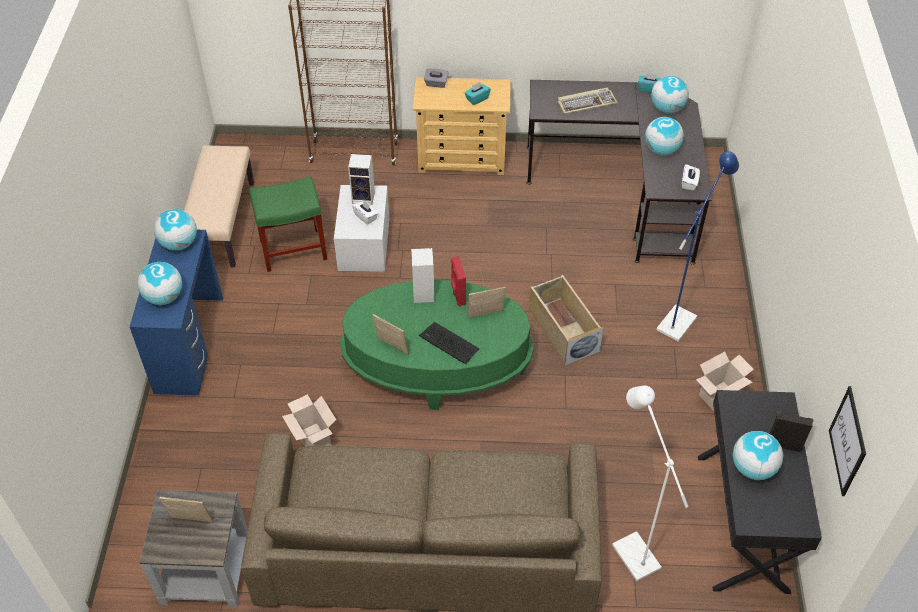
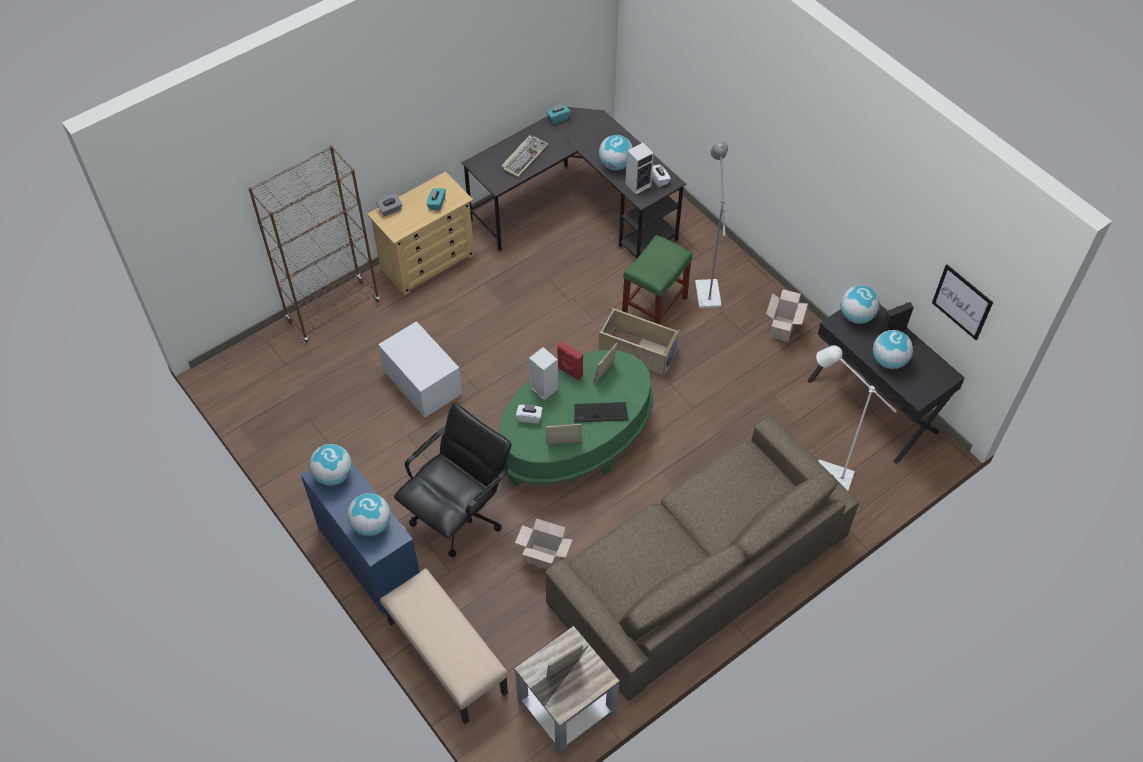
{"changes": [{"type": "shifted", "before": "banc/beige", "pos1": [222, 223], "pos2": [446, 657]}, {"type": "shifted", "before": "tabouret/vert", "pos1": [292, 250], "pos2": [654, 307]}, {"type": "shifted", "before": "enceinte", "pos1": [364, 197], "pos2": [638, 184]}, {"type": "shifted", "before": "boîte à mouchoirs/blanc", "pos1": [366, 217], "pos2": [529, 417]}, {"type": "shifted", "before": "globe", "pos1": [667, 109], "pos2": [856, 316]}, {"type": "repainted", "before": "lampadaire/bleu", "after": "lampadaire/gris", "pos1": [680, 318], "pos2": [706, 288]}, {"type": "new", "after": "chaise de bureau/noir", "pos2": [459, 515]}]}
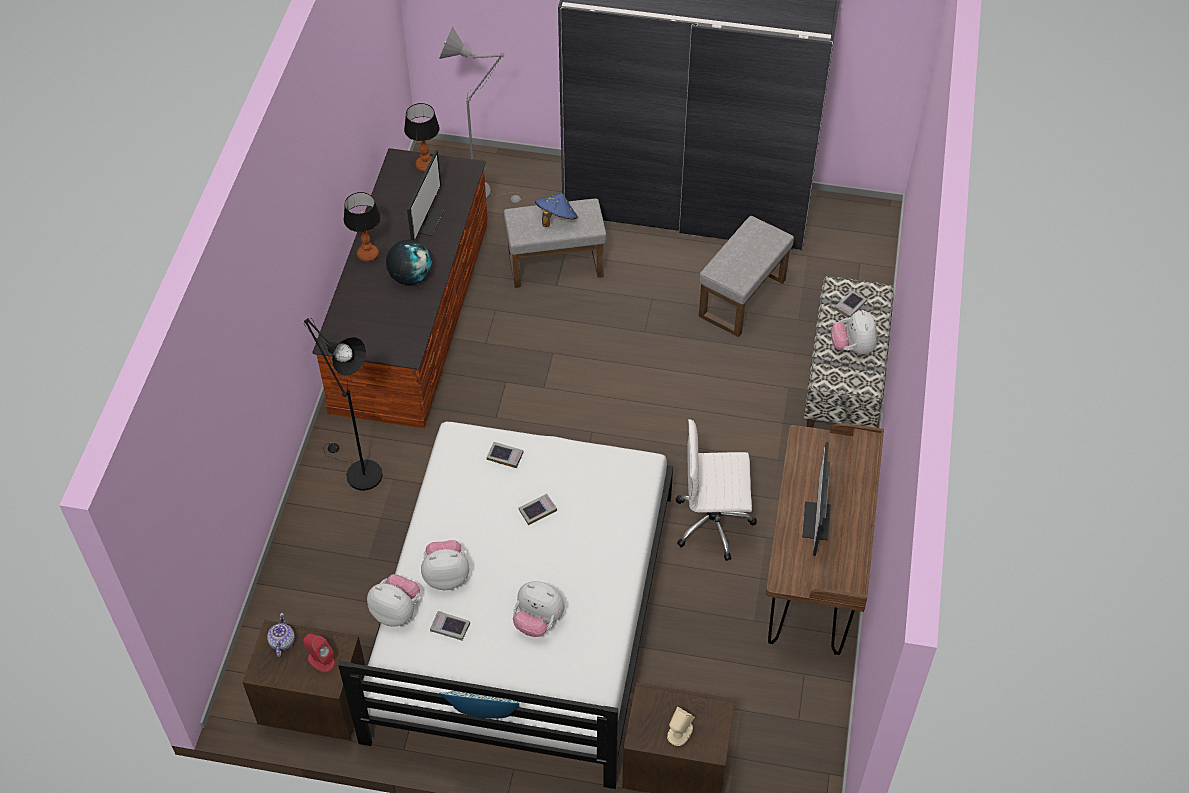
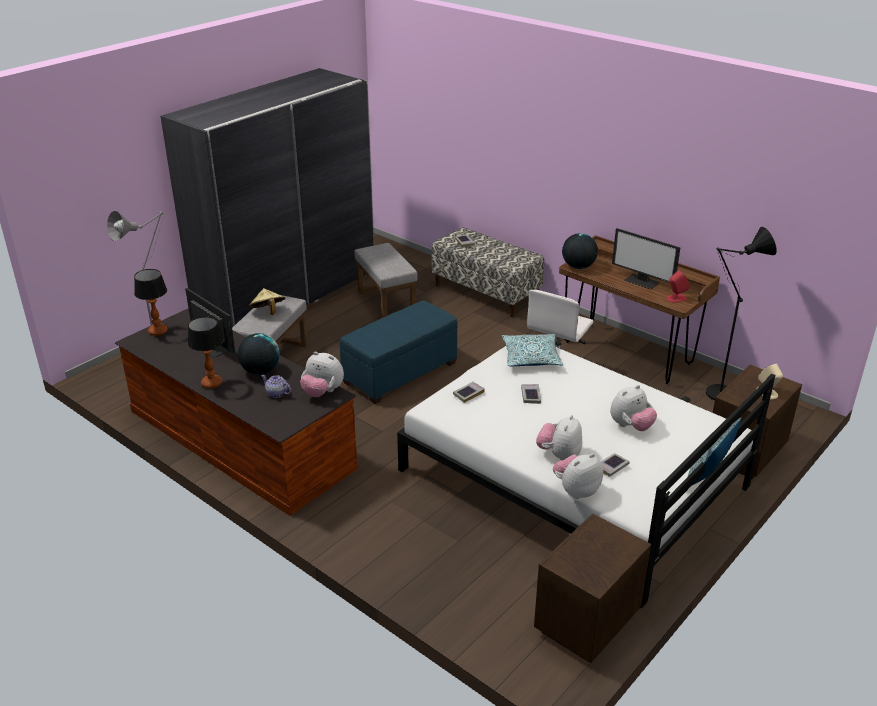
{"changes": [{"type": "shifted", "before": "théière", "pos1": [282, 642], "pos2": [277, 393]}, {"type": "shifted", "before": "lampadaire/noir", "pos1": [358, 472], "pos2": [715, 395]}, {"type": "shifted", "before": "enceinte/rouge", "pos1": [321, 660], "pos2": [676, 298]}, {"type": "repainted", "before": "chapeau/bleu", "after": "chapeau/beige", "pos1": [556, 219], "pos2": [268, 312]}, {"type": "shifted", "before": "peluche", "pos1": [852, 347], "pos2": [322, 392]}, {"type": "new", "after": "pouf/bleu", "pos2": [400, 373]}, {"type": "new", "after": "coussin", "pos2": [531, 357]}, {"type": "new", "after": "globe", "pos2": [578, 266]}]}
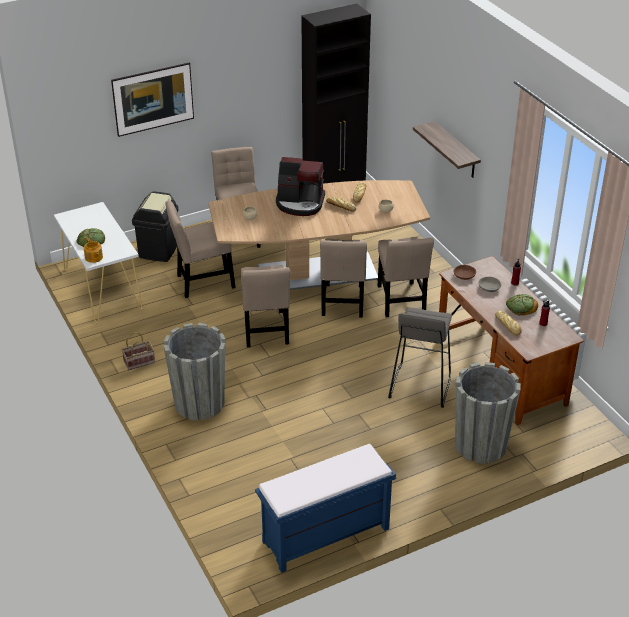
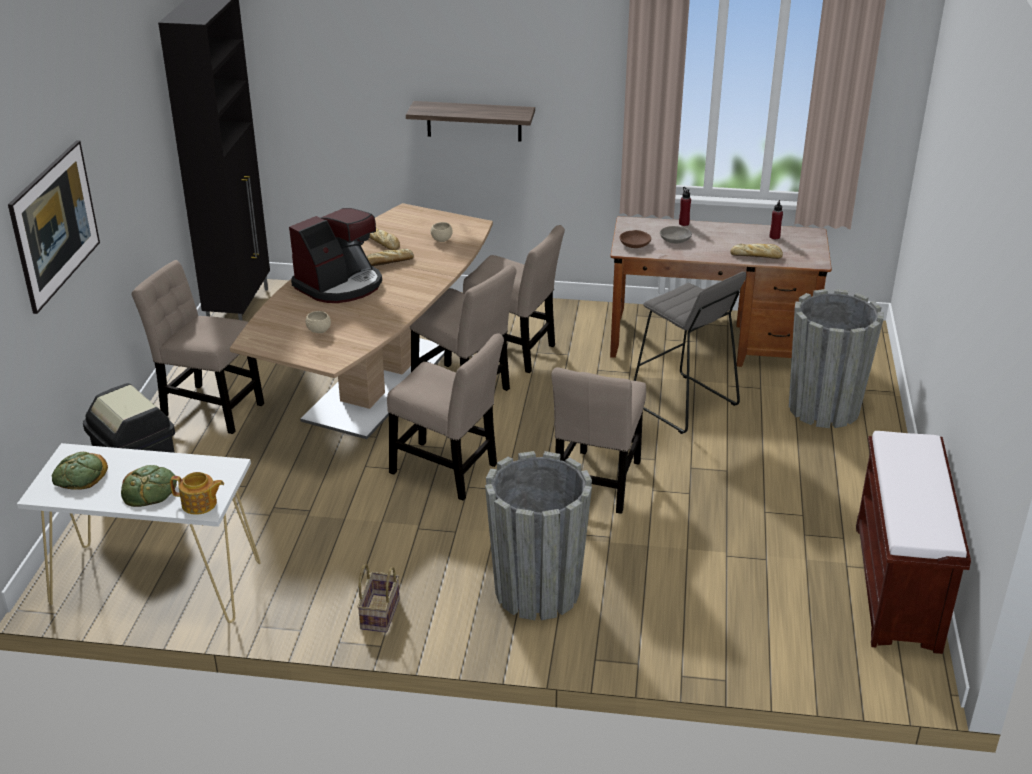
{"changes": [{"type": "shifted", "before": "chaise/beige", "pos1": [202, 282], "pos2": [597, 484]}, {"type": "repainted", "before": "banc/bleu", "after": "banc/marron", "pos1": [325, 536], "pos2": [898, 587]}, {"type": "shifted", "before": "pain", "pos1": [521, 307], "pos2": [80, 475]}]}
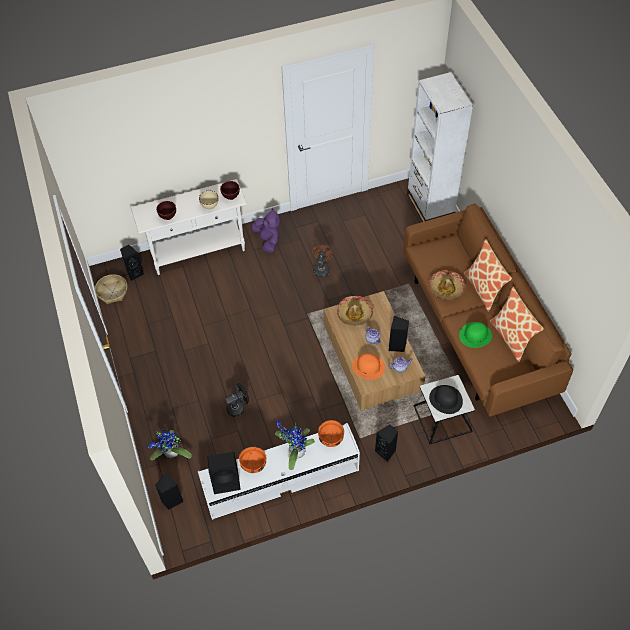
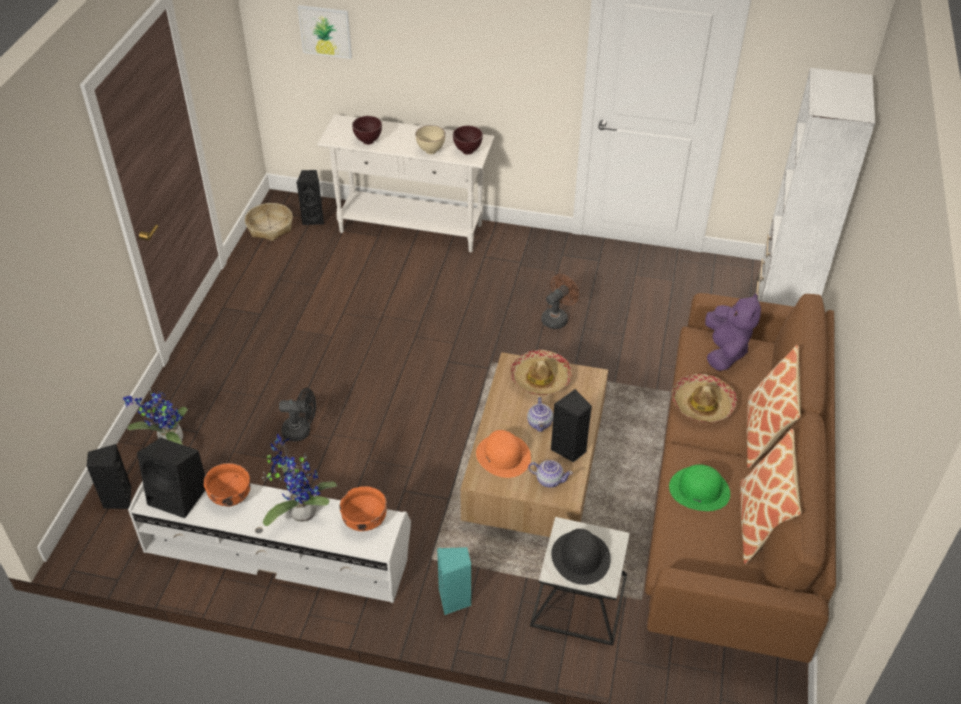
{"changes": [{"type": "shifted", "before": "peluche/violet", "pos1": [268, 240], "pos2": [725, 351]}, {"type": "repainted", "before": "enceinte/noir", "after": "enceinte/turquoise", "pos1": [386, 452], "pos2": [455, 600]}, {"type": "new", "after": "tableau", "pos2": [325, 31]}]}
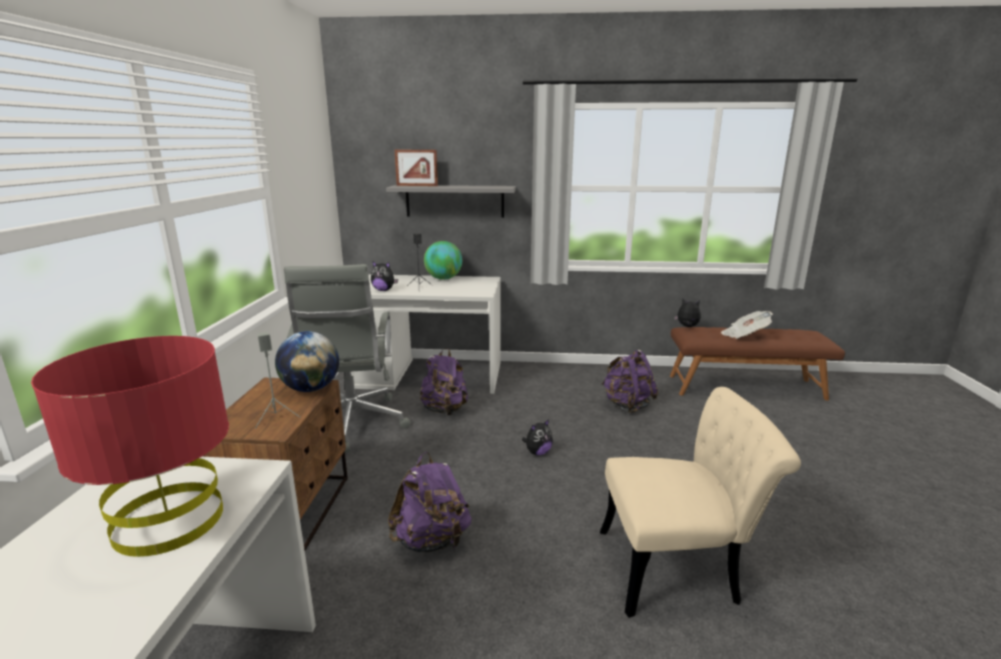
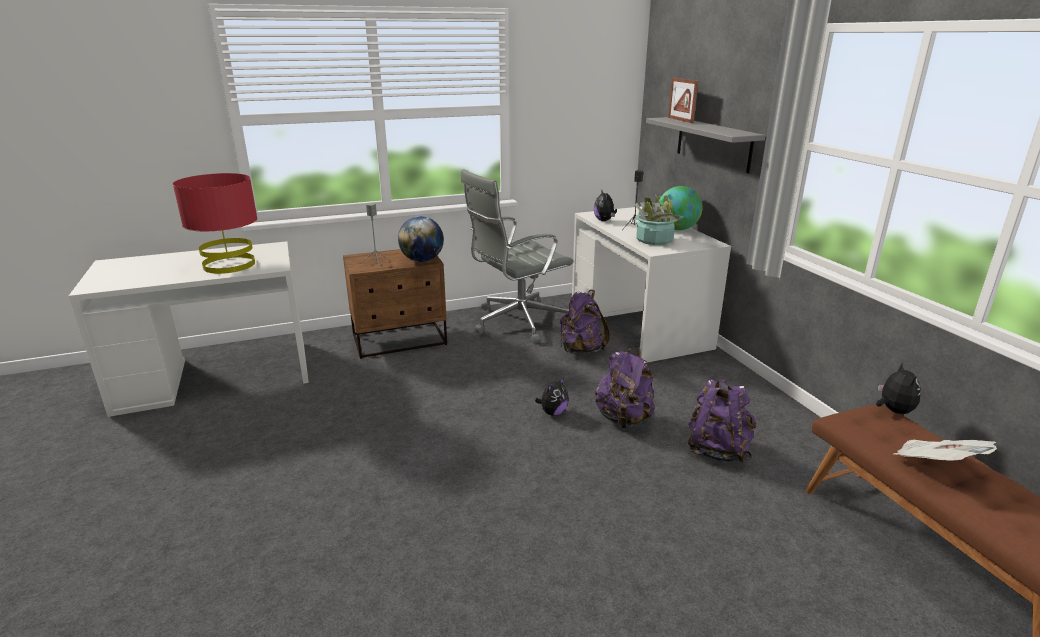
{"changes": [{"type": "shifted", "before": "sac à dos/violet", "pos1": [432, 540], "pos2": [624, 419]}, {"type": "rotated", "before": "peluche", "pos1": [538, 452], "pos2": [553, 412], "turn": -75}, {"type": "gone", "before": "chaise/beige", "pos1": [679, 568]}, {"type": "new", "after": "plante en pot", "pos2": [654, 240]}]}
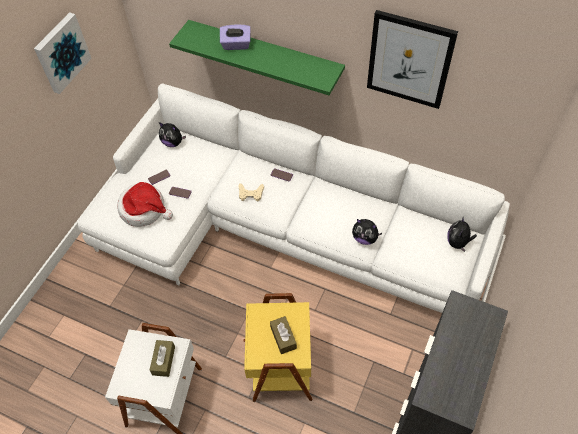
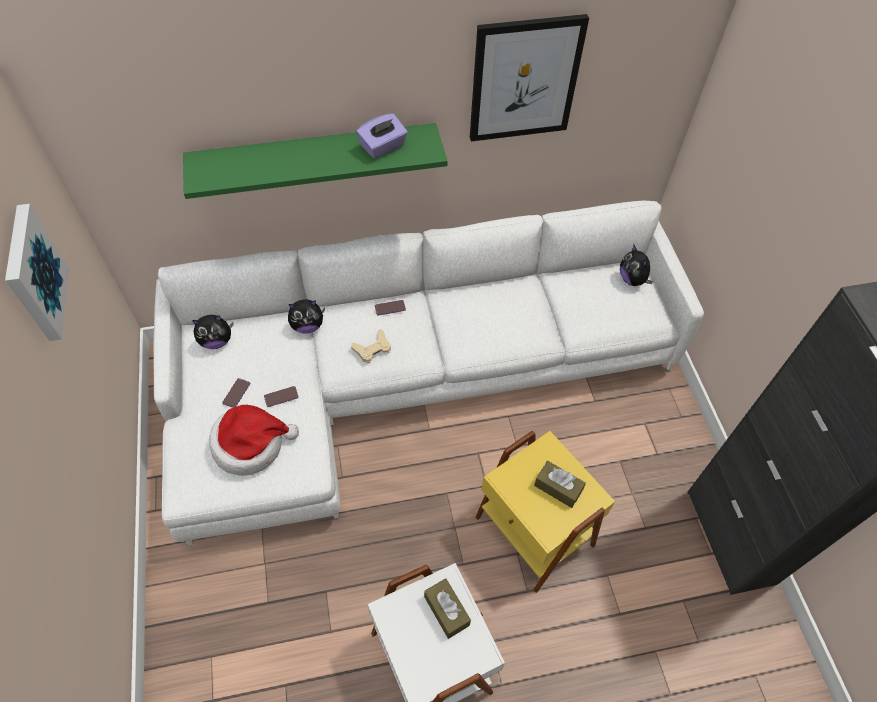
{"changes": [{"type": "shifted", "before": "boîte à mouchoirs/violet", "pos1": [236, 45], "pos2": [383, 147]}, {"type": "shifted", "before": "peluche", "pos1": [365, 238], "pos2": [307, 326]}]}
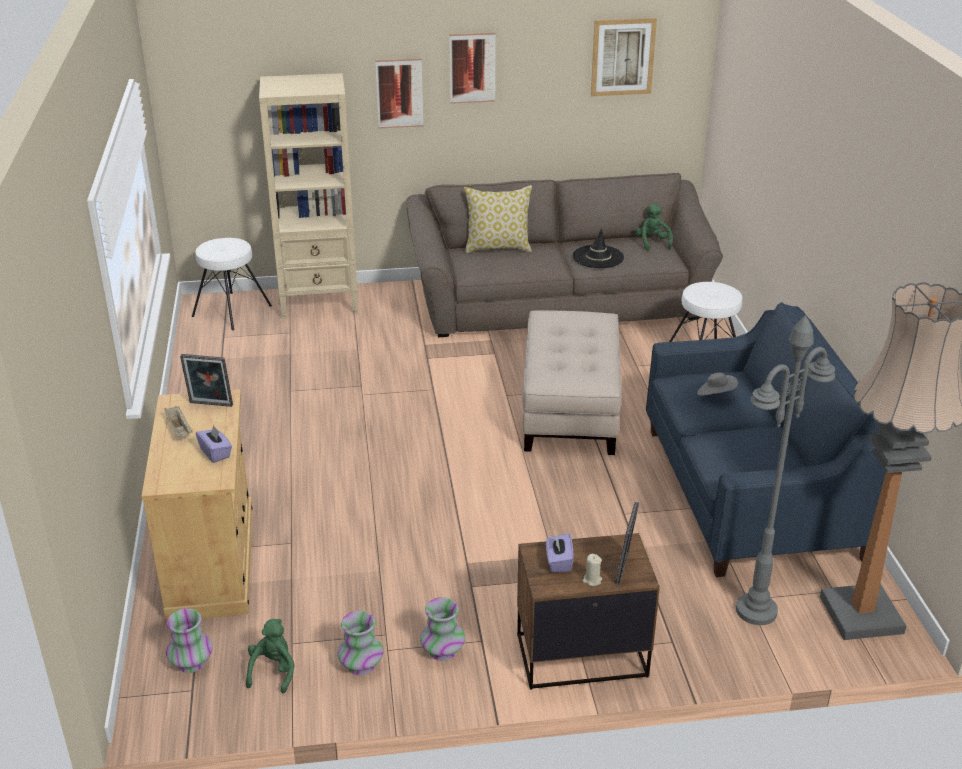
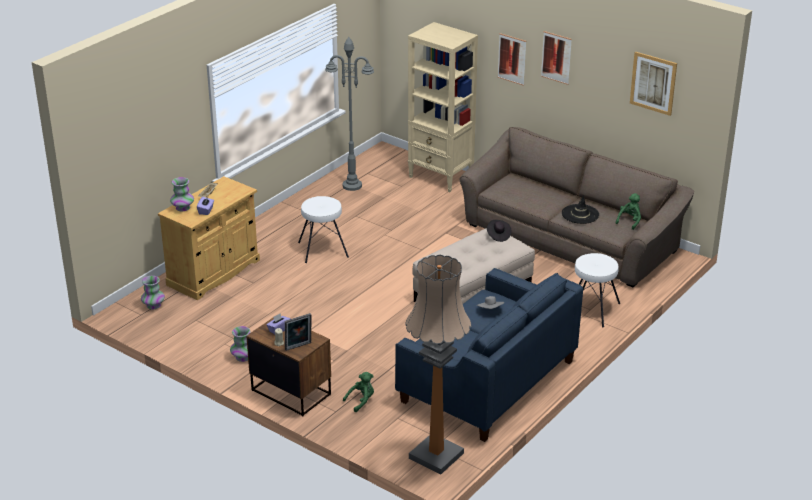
{"changes": [{"type": "gone", "before": "cadre photo", "pos1": [210, 405]}, {"type": "shifted", "before": "tabouret/blanc", "pos1": [231, 311], "pos2": [323, 249]}, {"type": "shifted", "before": "peluche/vert", "pos1": [273, 671], "pos2": [361, 401]}, {"type": "shifted", "before": "vase", "pos1": [361, 665], "pos2": [182, 208]}, {"type": "gone", "before": "coussin", "pos1": [498, 248]}, {"type": "shifted", "before": "lampadaire/gris", "pos1": [756, 610], "pos2": [352, 185]}, {"type": "new", "after": "chapeau/noir", "pos2": [498, 235]}]}
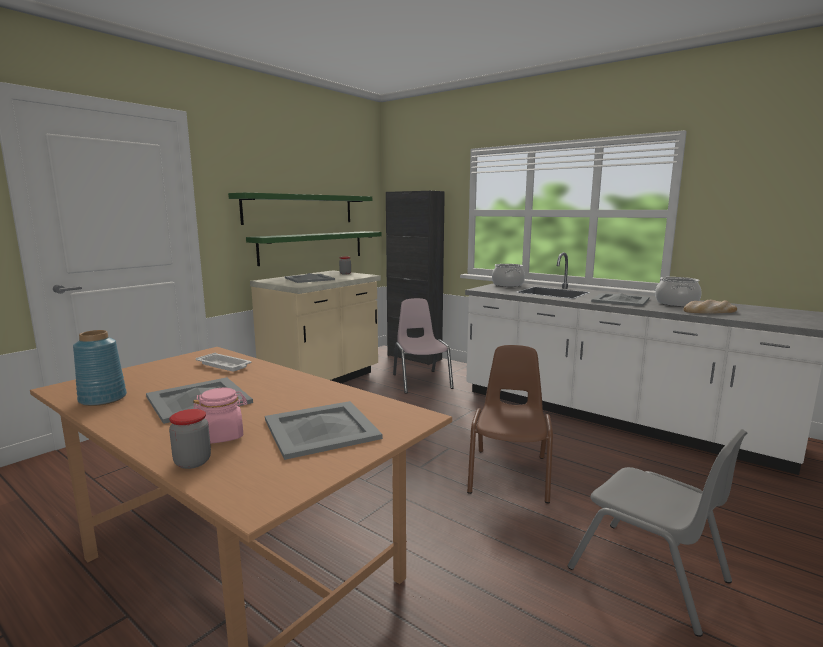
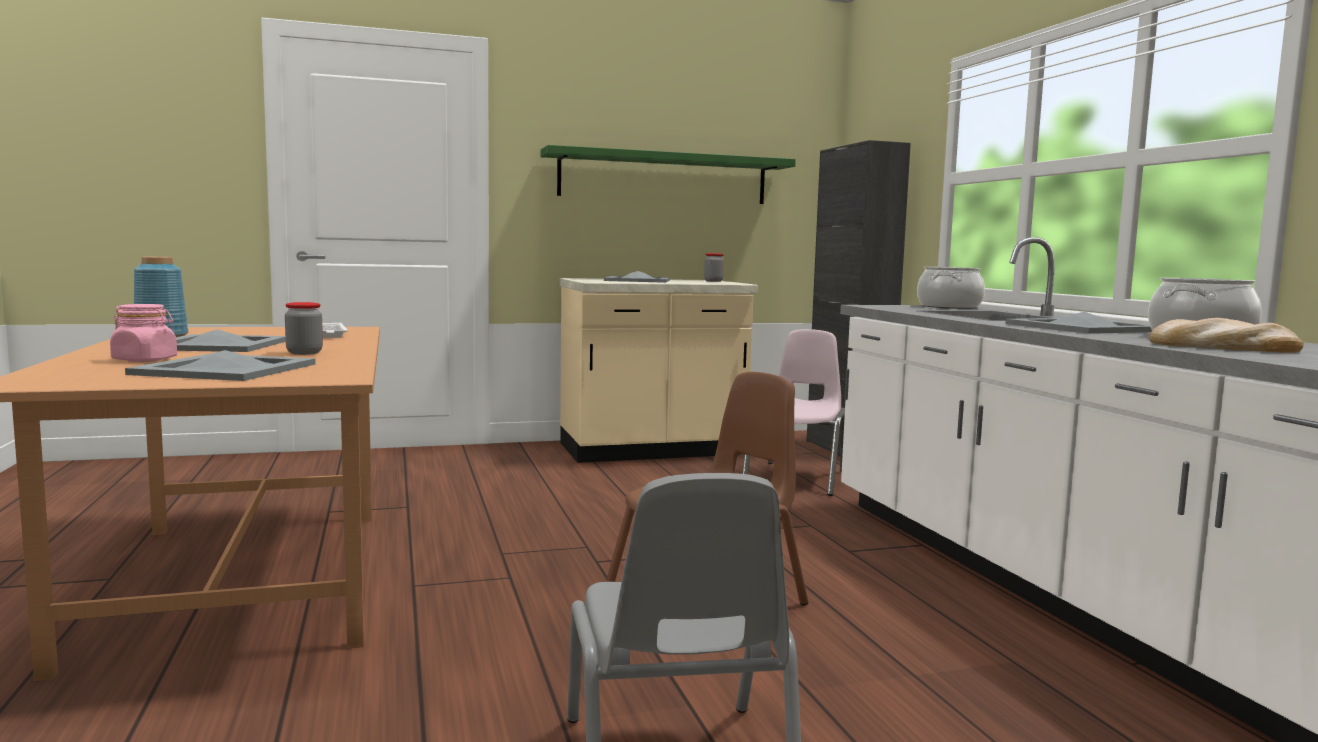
{"changes": [{"type": "shifted", "before": "bocal", "pos1": [192, 462], "pos2": [304, 353]}, {"type": "gone", "before": "étagère/vert", "pos1": [313, 247]}]}
